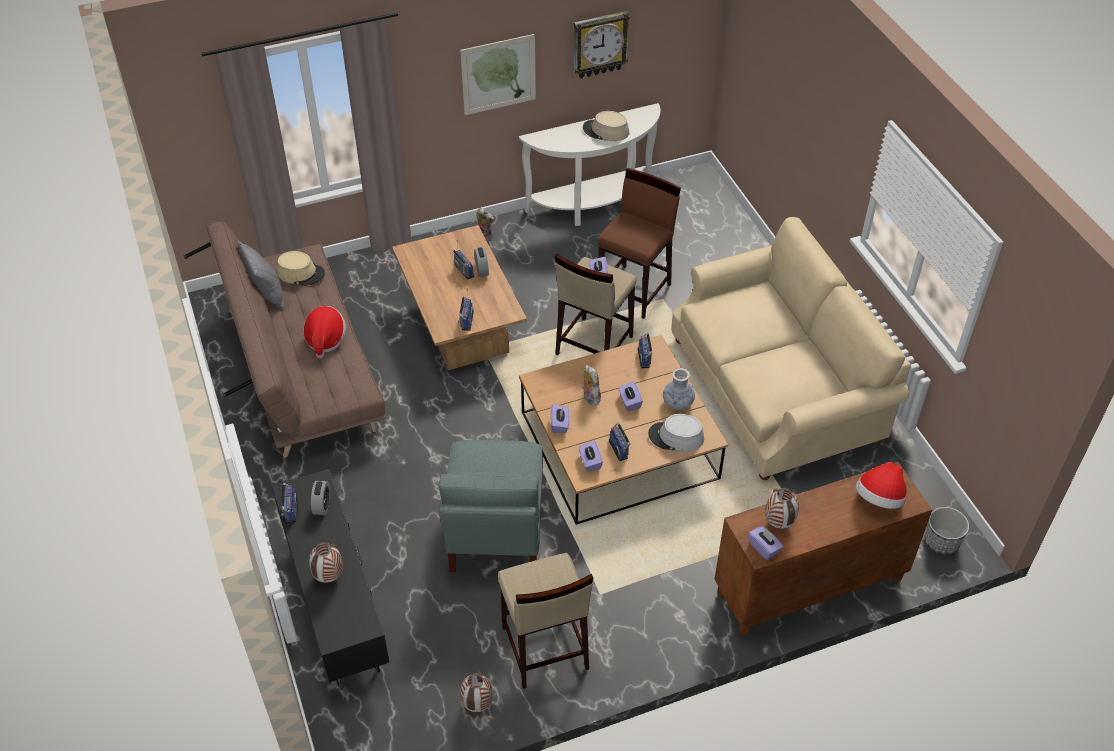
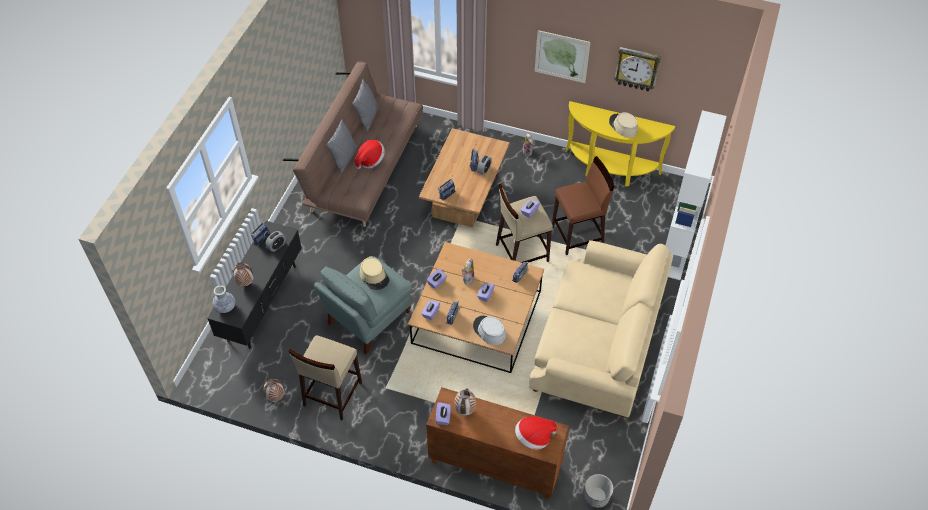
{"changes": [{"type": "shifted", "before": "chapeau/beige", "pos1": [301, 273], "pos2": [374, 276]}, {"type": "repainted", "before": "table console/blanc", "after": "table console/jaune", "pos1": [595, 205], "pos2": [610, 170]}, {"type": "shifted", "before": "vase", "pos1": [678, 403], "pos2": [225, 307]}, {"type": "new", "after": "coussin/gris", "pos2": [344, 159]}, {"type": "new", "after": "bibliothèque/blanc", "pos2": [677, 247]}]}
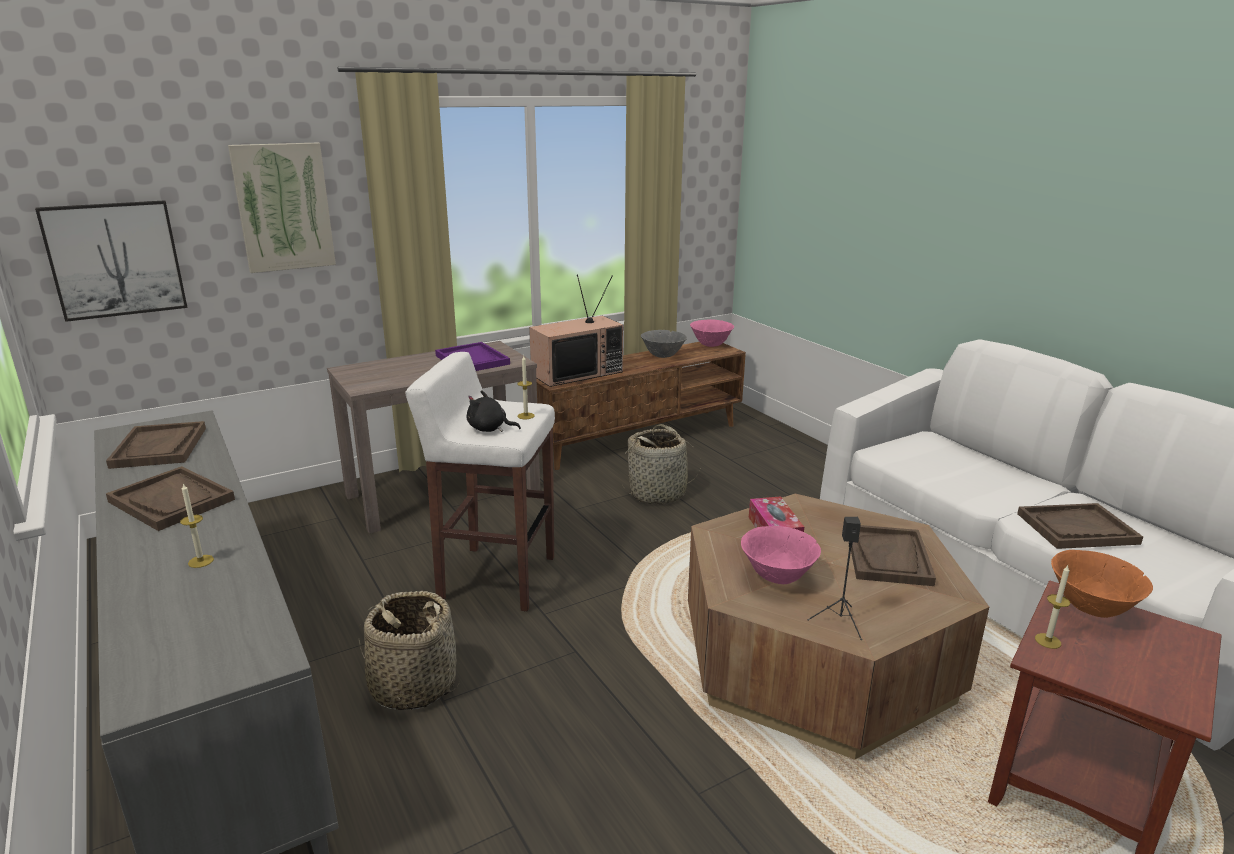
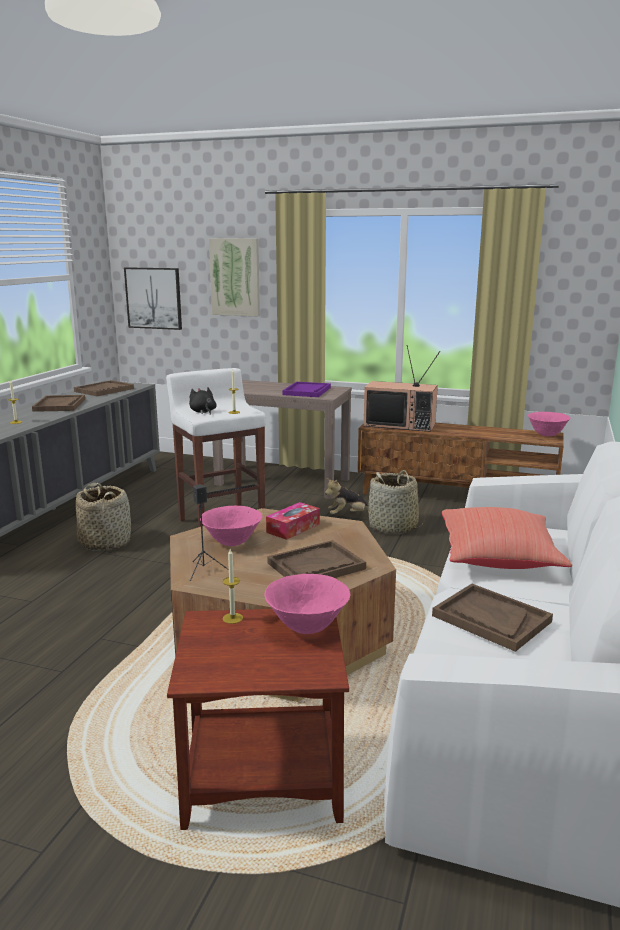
{"changes": [{"type": "gone", "before": "bol/gris", "pos1": [662, 356]}, {"type": "repainted", "before": "bol/orange", "after": "bol/rose", "pos1": [1090, 609], "pos2": [308, 627]}, {"type": "new", "after": "peluche", "pos2": [348, 515]}, {"type": "new", "after": "coussin/rouge", "pos2": [499, 559]}]}
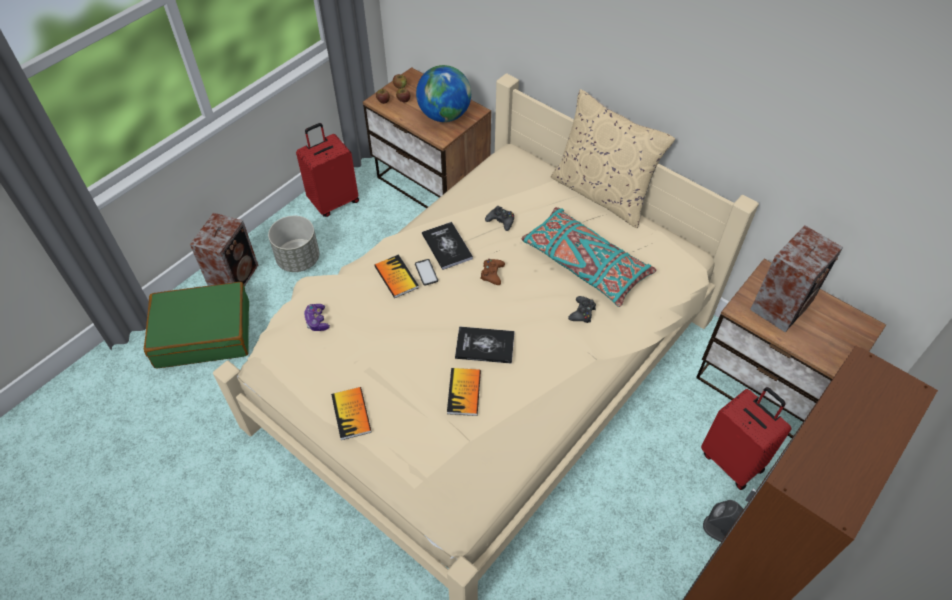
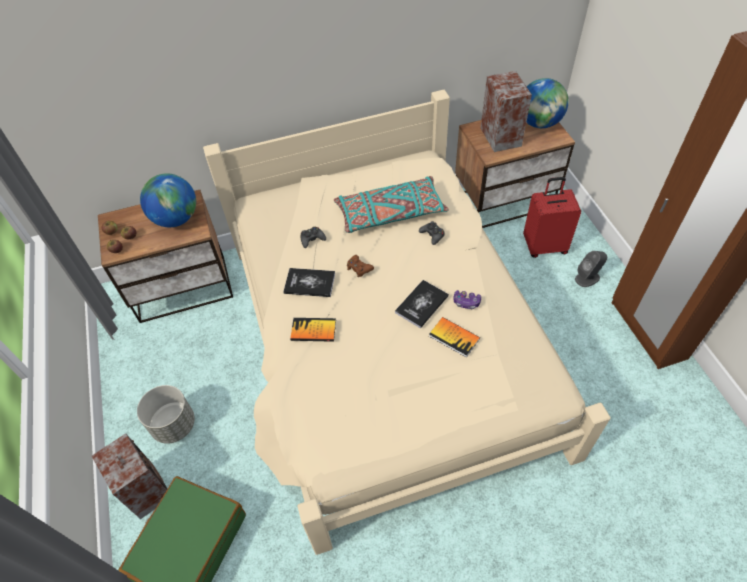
{"changes": [{"type": "gone", "before": "valise/rouge", "pos1": [333, 201]}, {"type": "shifted", "before": "manette", "pos1": [317, 321], "pos2": [466, 302]}, {"type": "gone", "before": "livre", "pos1": [351, 414]}, {"type": "gone", "before": "téléphone", "pos1": [426, 272]}, {"type": "gone", "before": "coussin/beige", "pos1": [602, 193]}, {"type": "new", "after": "globe", "pos2": [539, 123]}]}
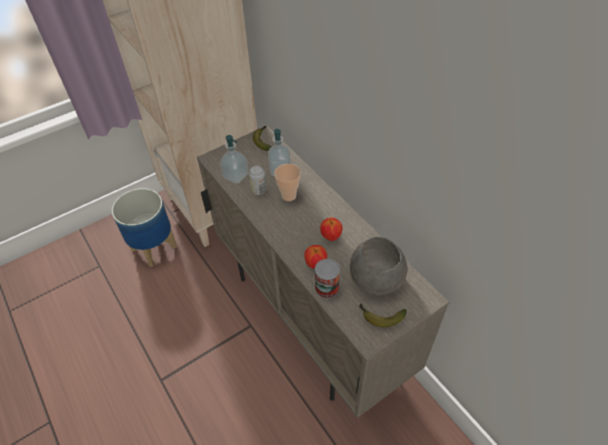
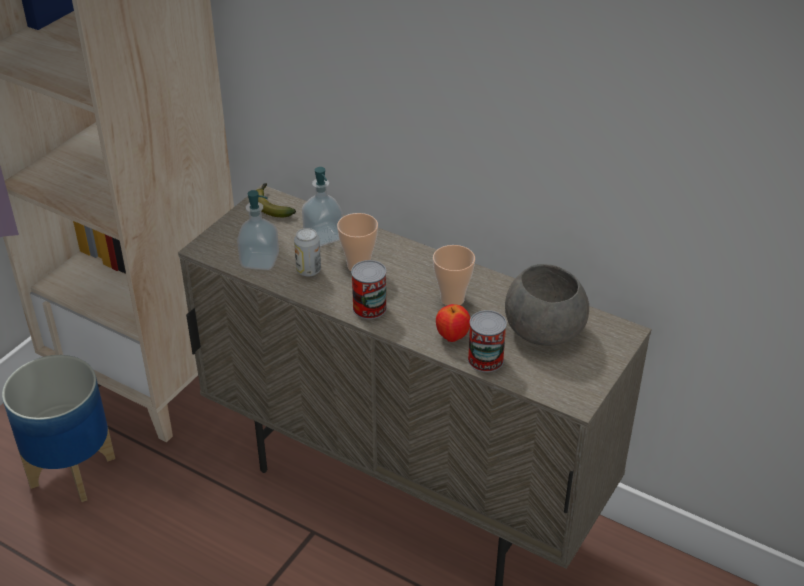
{"changes": [{"type": "swapped", "before": "pomme", "after": "tasse", "pos1": [331, 237], "pos2": [452, 299]}, {"type": "gone", "before": "banane", "pos1": [380, 317]}, {"type": "new", "after": "boîte métallique", "pos2": [369, 308]}]}
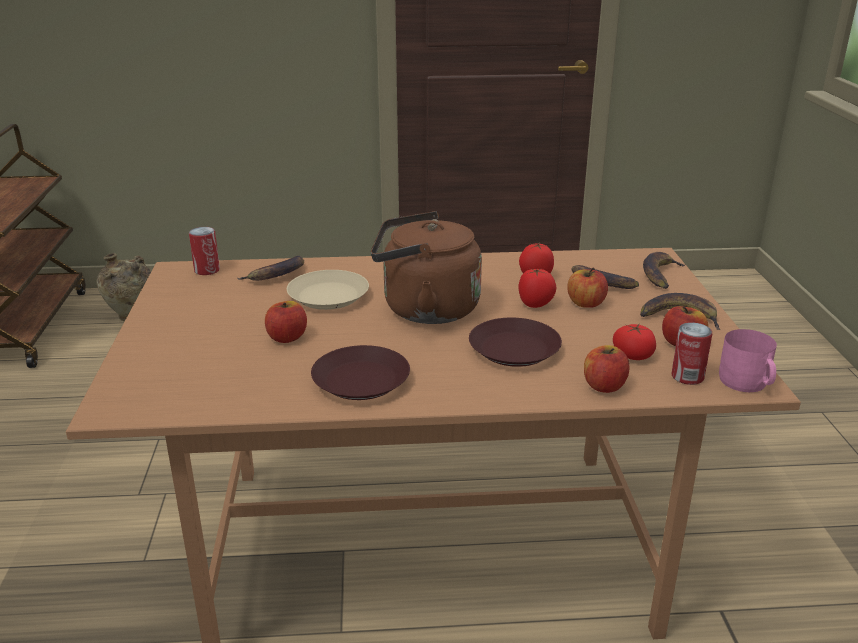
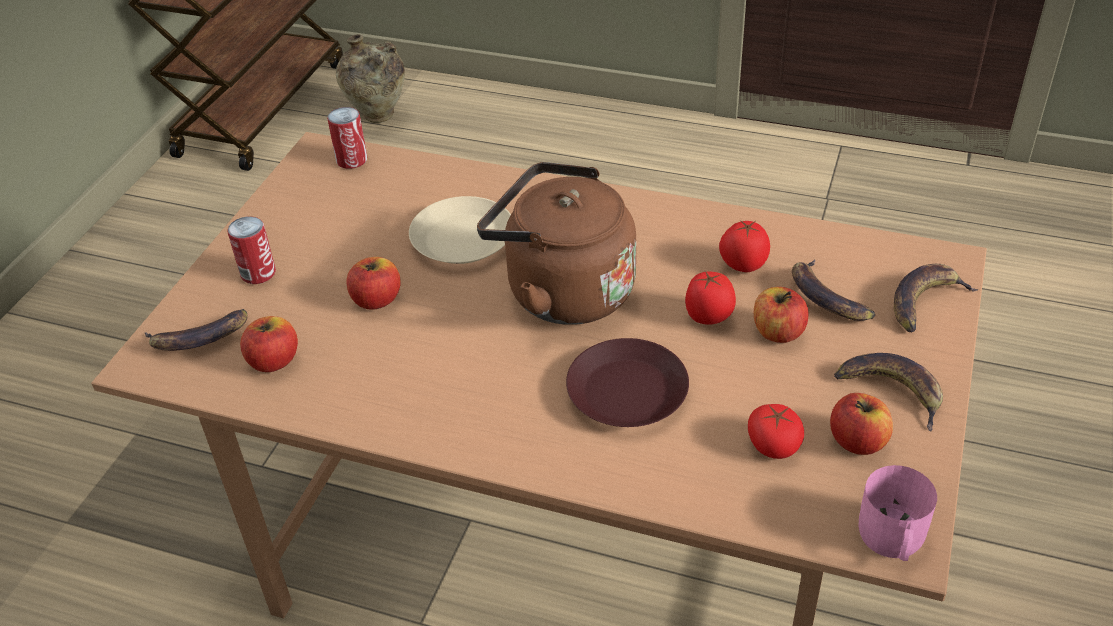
{"changes": [{"type": "shifted", "before": "banane", "pos1": [276, 275], "pos2": [198, 339]}, {"type": "gone", "before": "assiette/marron", "pos1": [360, 380]}, {"type": "shifted", "before": "pomme", "pos1": [604, 386], "pos2": [274, 361]}, {"type": "shifted", "before": "boîte métallique", "pos1": [687, 377], "pos2": [258, 273]}]}
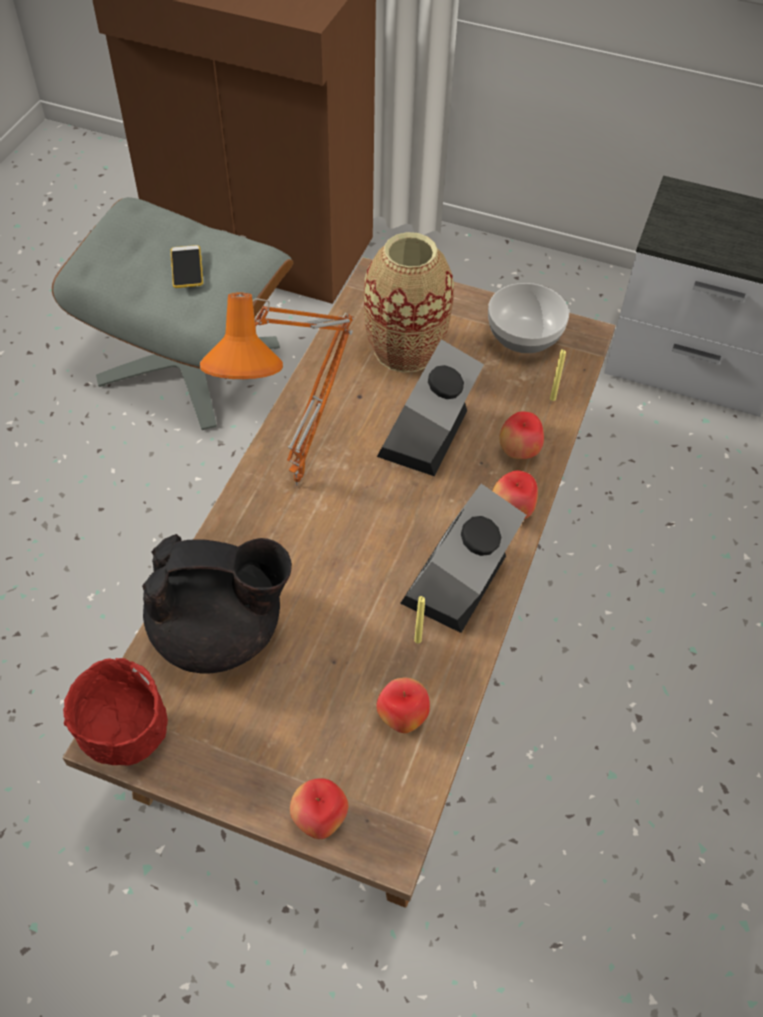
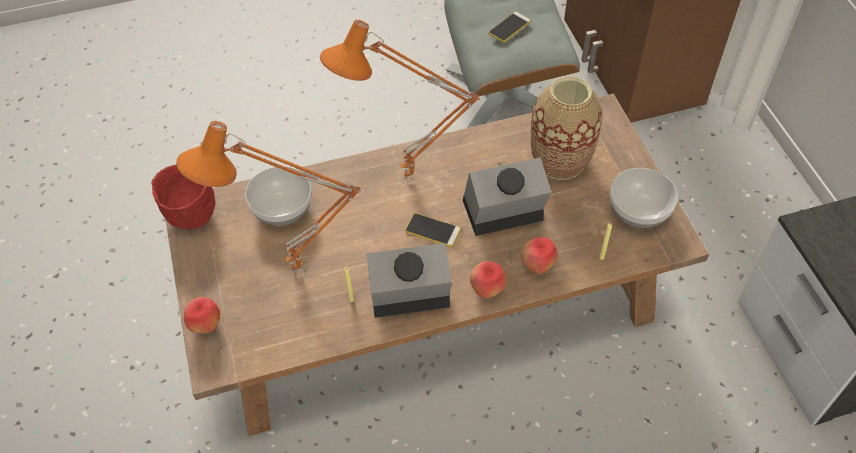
{"changes": [{"type": "swapped", "before": "théière/noir", "after": "bol", "pos1": [220, 631], "pos2": [282, 210]}, {"type": "gone", "before": "pomme", "pos1": [402, 717]}, {"type": "new", "after": "lampe de table/orange", "pos2": [296, 274]}, {"type": "new", "after": "téléphone", "pos2": [432, 230]}]}
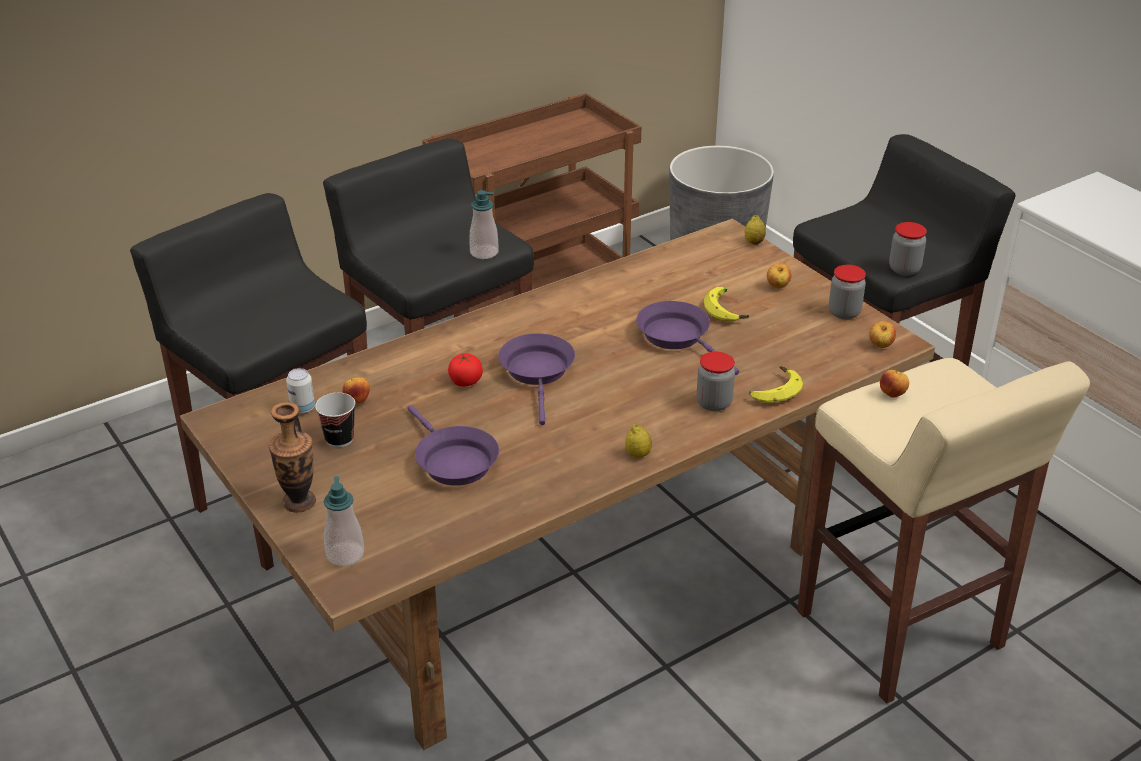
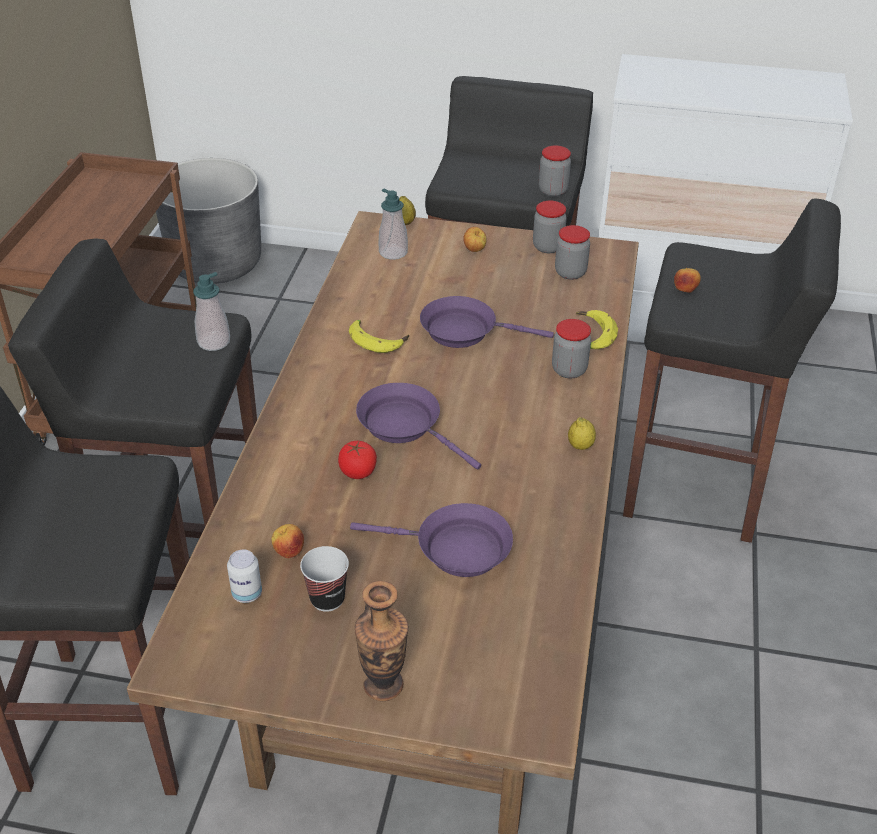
{"changes": [{"type": "shifted", "before": "distributeur de savon", "pos1": [345, 554], "pos2": [393, 252]}, {"type": "shifted", "before": "banane", "pos1": [727, 310], "pos2": [378, 340]}, {"type": "repainted", "before": "tabouret/beige", "after": "tabouret/noir", "pos1": [901, 632], "pos2": [697, 485]}, {"type": "gone", "before": "pomme", "pos1": [880, 346]}, {"type": "new", "after": "bocal", "pos2": [570, 273]}]}
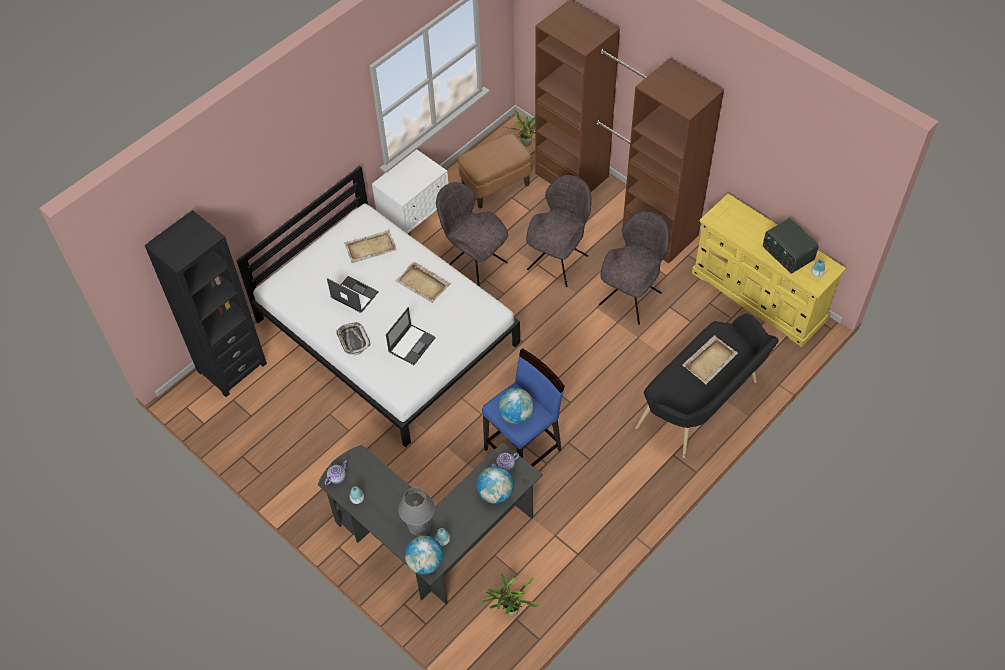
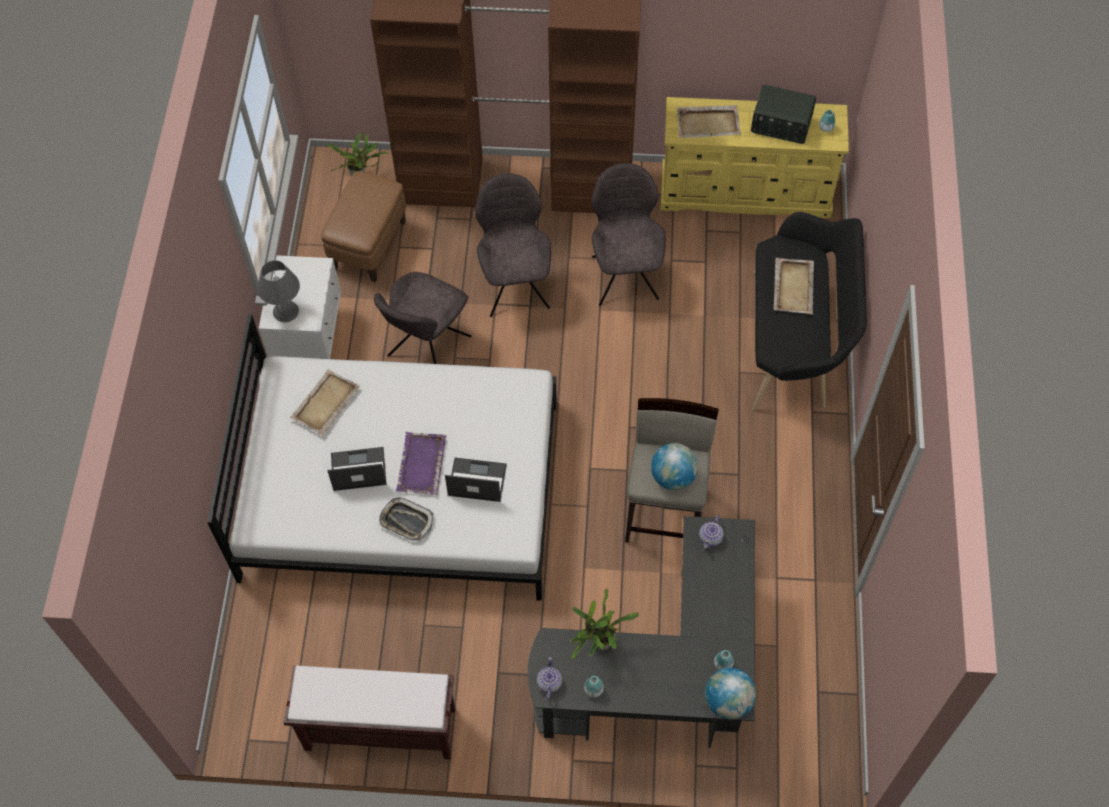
{"changes": [{"type": "gone", "before": "bibliothèque/noir", "pos1": [231, 367]}, {"type": "rotated", "before": "ordinateur portable", "pos1": [412, 344], "pos2": [476, 480], "turn": -75}, {"type": "shifted", "before": "plateau/beige", "pos1": [423, 284], "pos2": [708, 123]}, {"type": "shifted", "before": "lampe de table/gris", "pos1": [419, 526], "pos2": [286, 311]}, {"type": "rotated", "before": "chaise/gris", "pos1": [474, 264], "pos2": [427, 348], "turn": -60}, {"type": "gone", "before": "globe", "pos1": [495, 493]}, {"type": "shifted", "before": "plante en pot", "pos1": [509, 610], "pos2": [599, 644]}, {"type": "repainted", "before": "tabouret/bleu", "after": "tabouret/beige", "pos1": [523, 449], "pos2": [665, 512]}, {"type": "new", "after": "banc/marron", "pos2": [379, 729]}, {"type": "new", "after": "plateau/violet", "pos2": [421, 465]}]}
